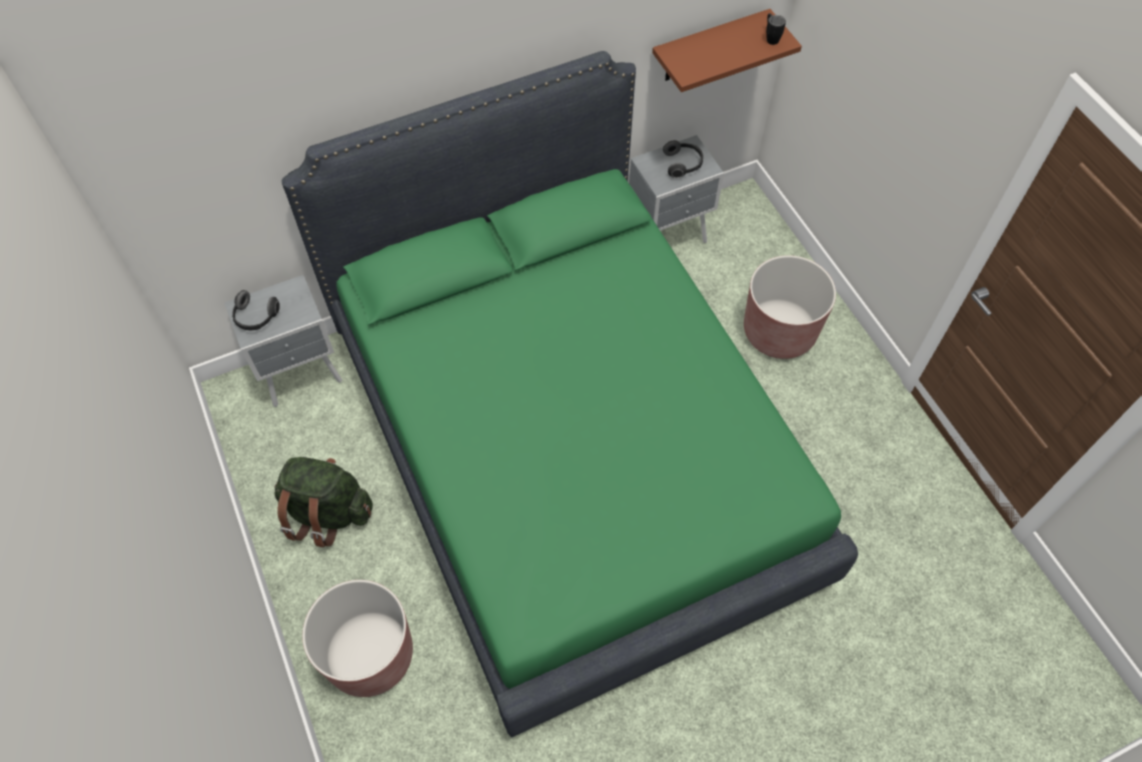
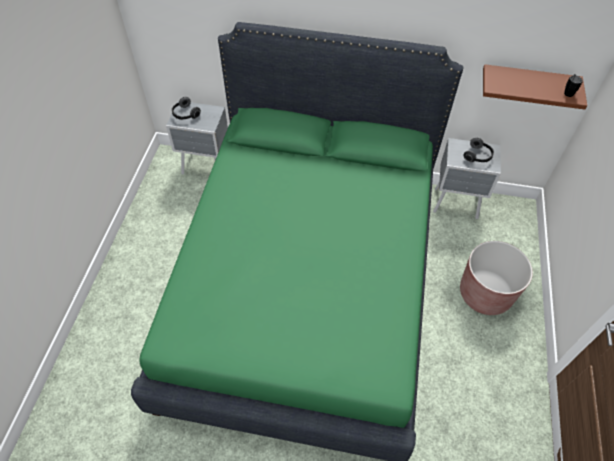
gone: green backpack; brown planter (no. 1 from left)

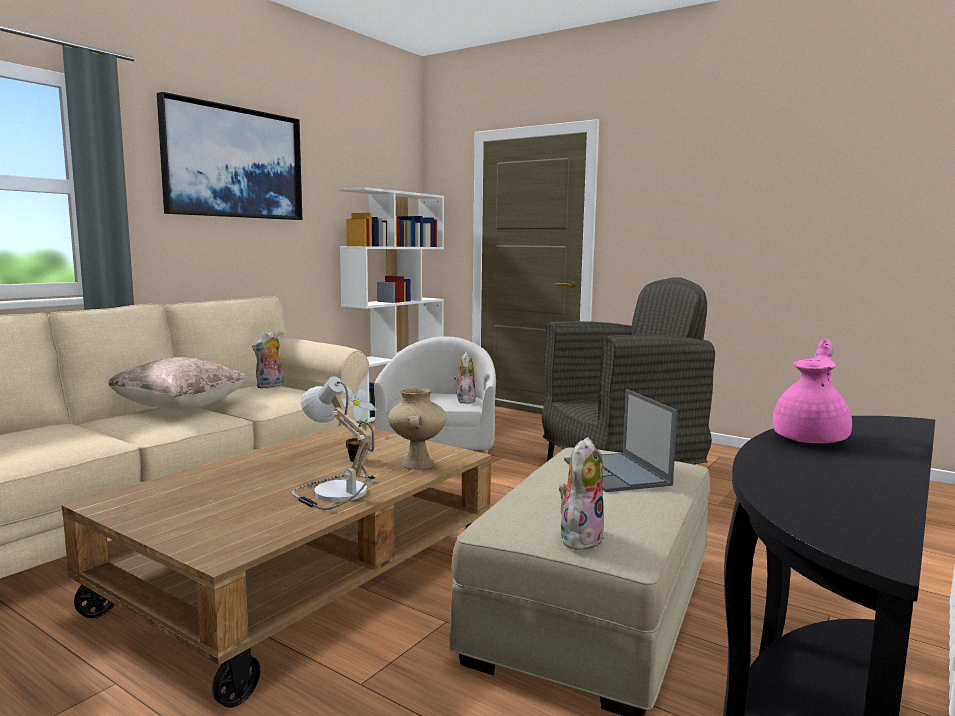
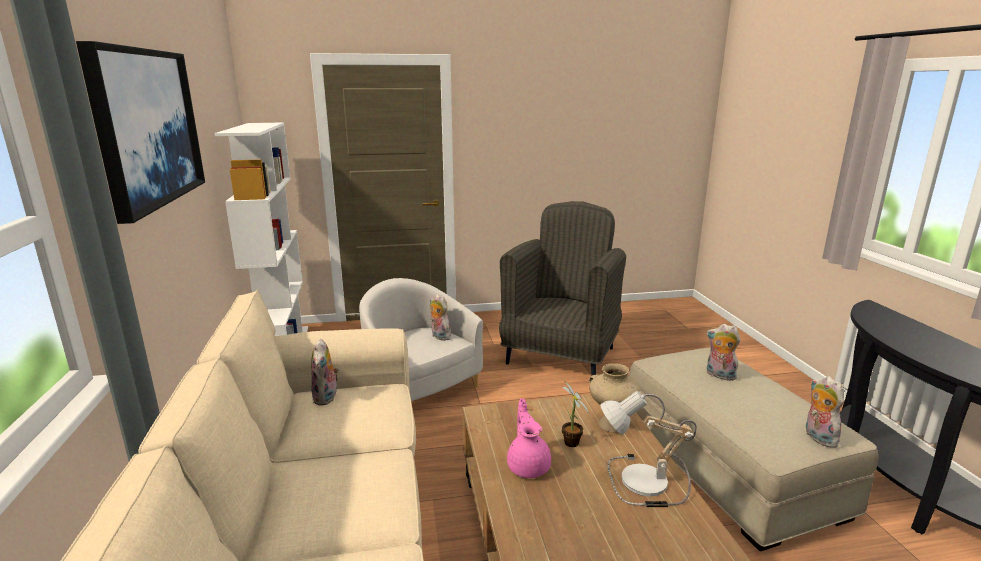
gone: beige pillow
shifted: pink teapot
swapped: laptop to plush toy (no. 3 from left)

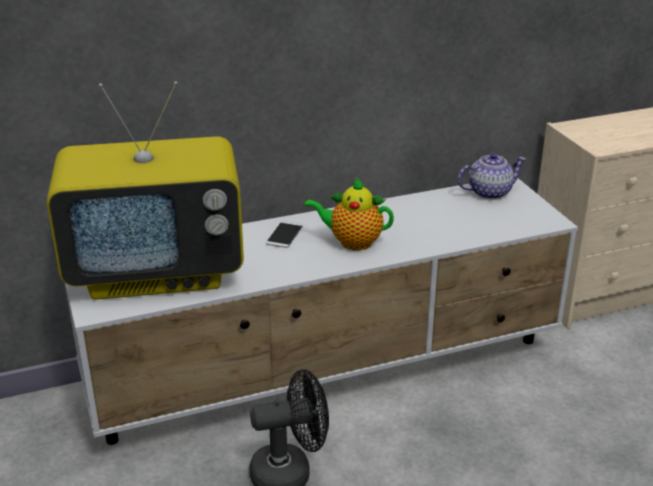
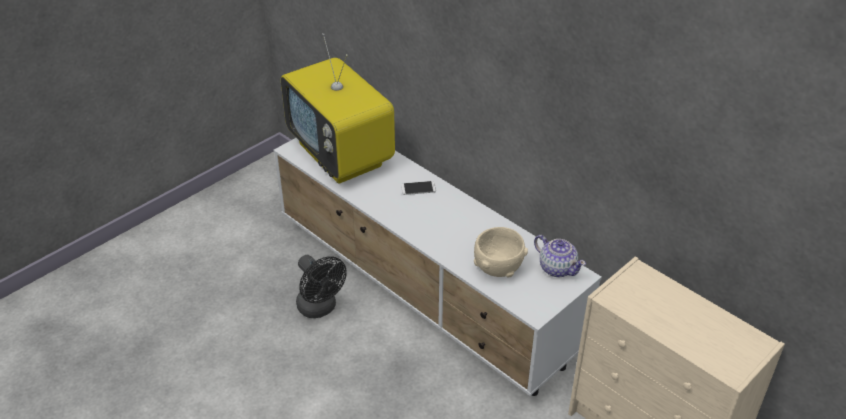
gone: teapot (no. 1 from left)
new: beige bowl

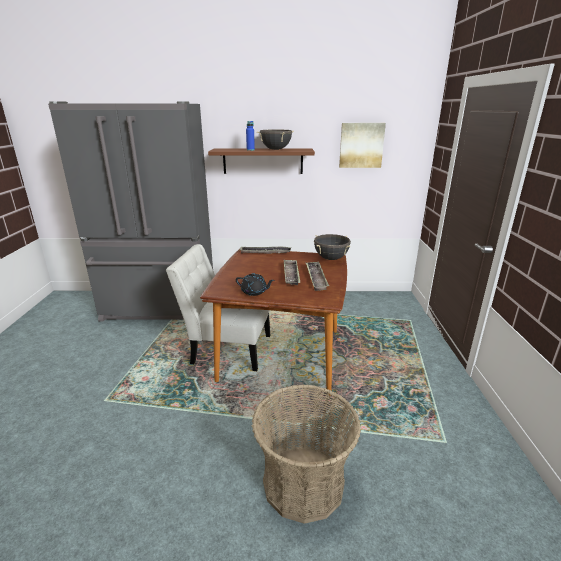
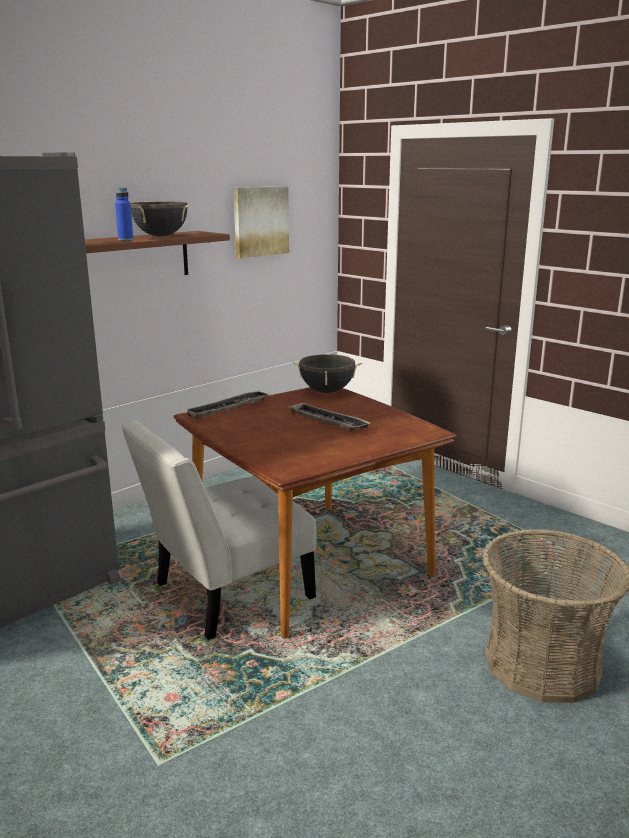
gone: tray (no. 3 from left); black teapot

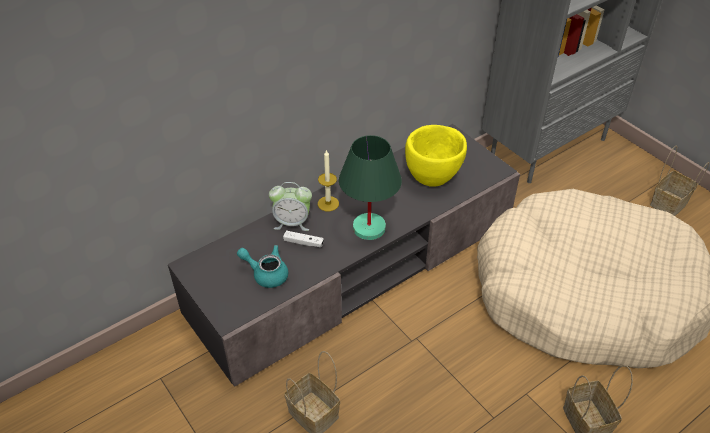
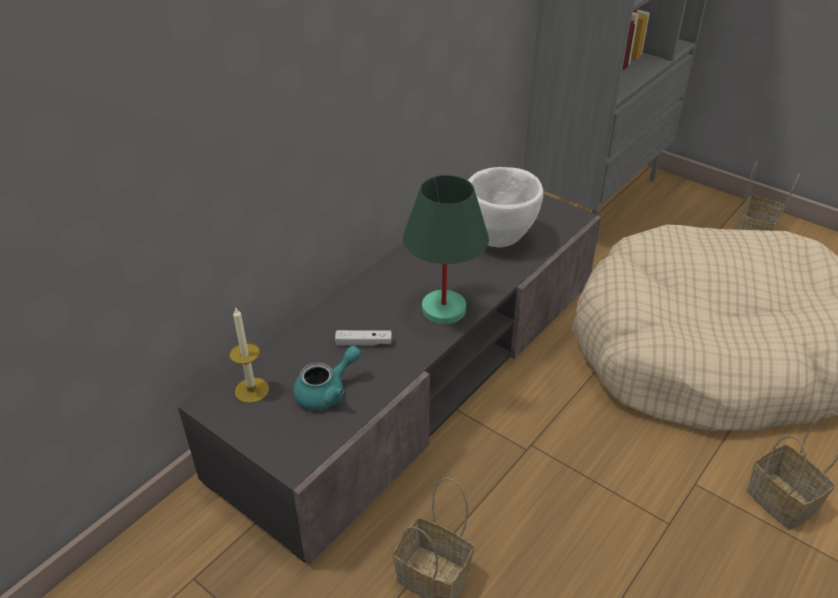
gone: alarm clock
shifted: candle
repainted: yellow bowl to white bowl
rotated: turquoise teapot 135 degrees clockwise

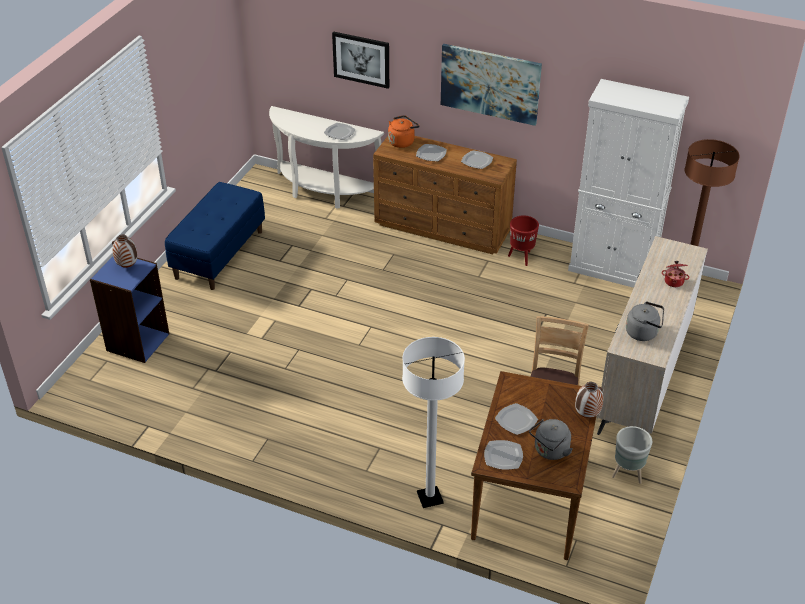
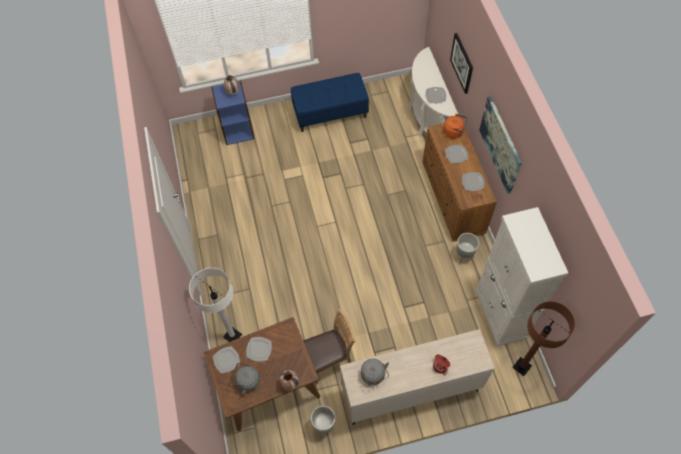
repainted: red planter to grey planter (no. 2 from left)

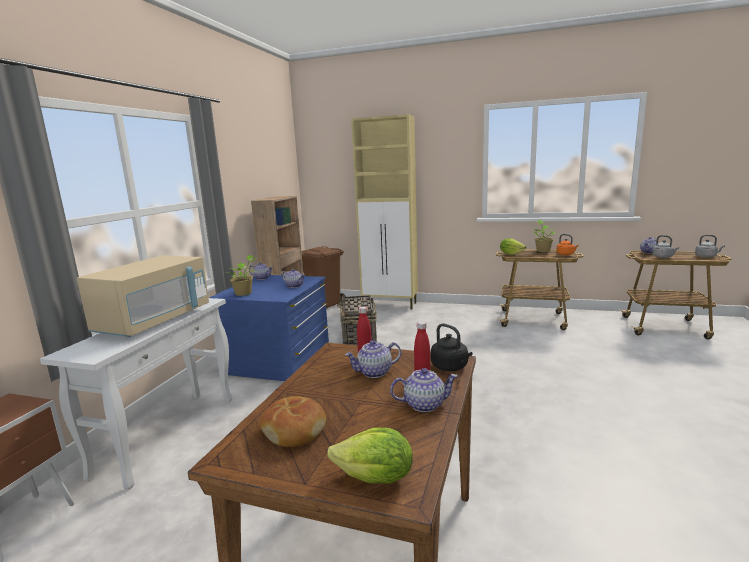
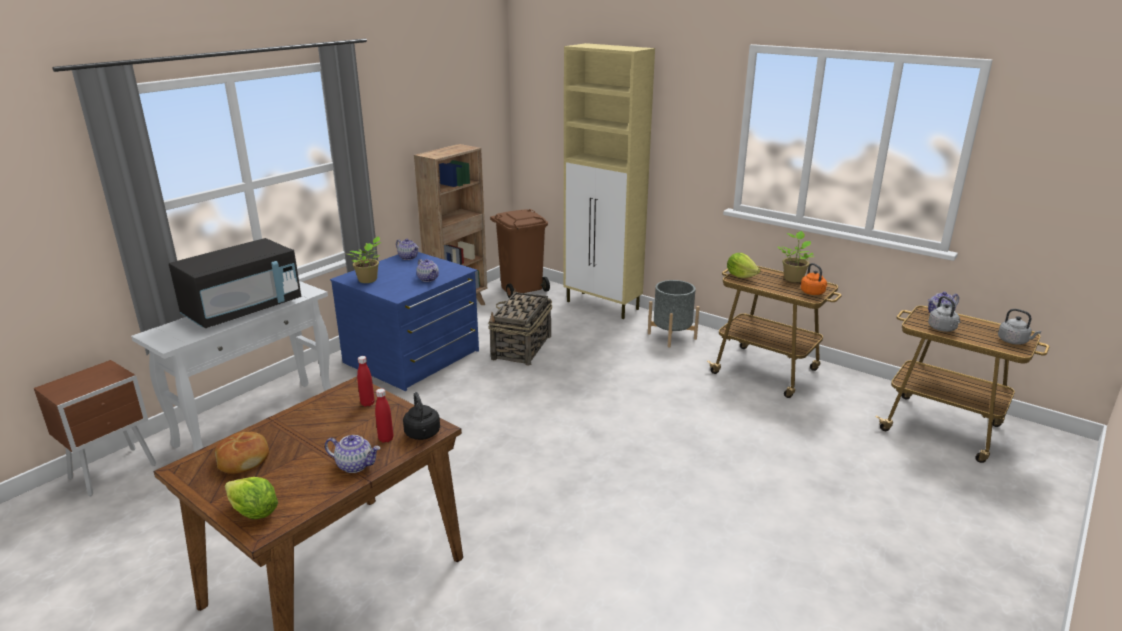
gone: teapot (no. 3 from left)
new: grey planter
repainted: beige microwave to black microwave

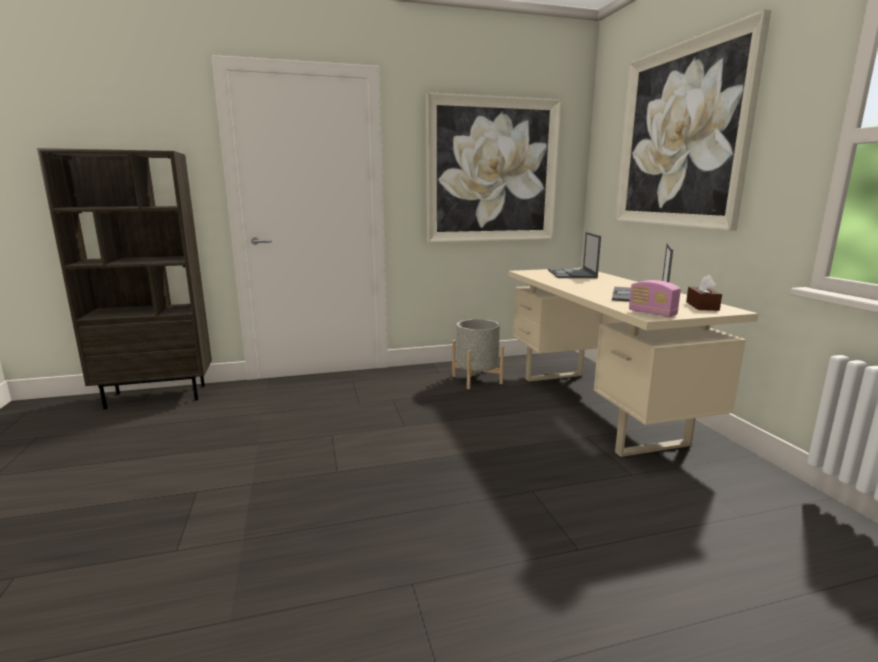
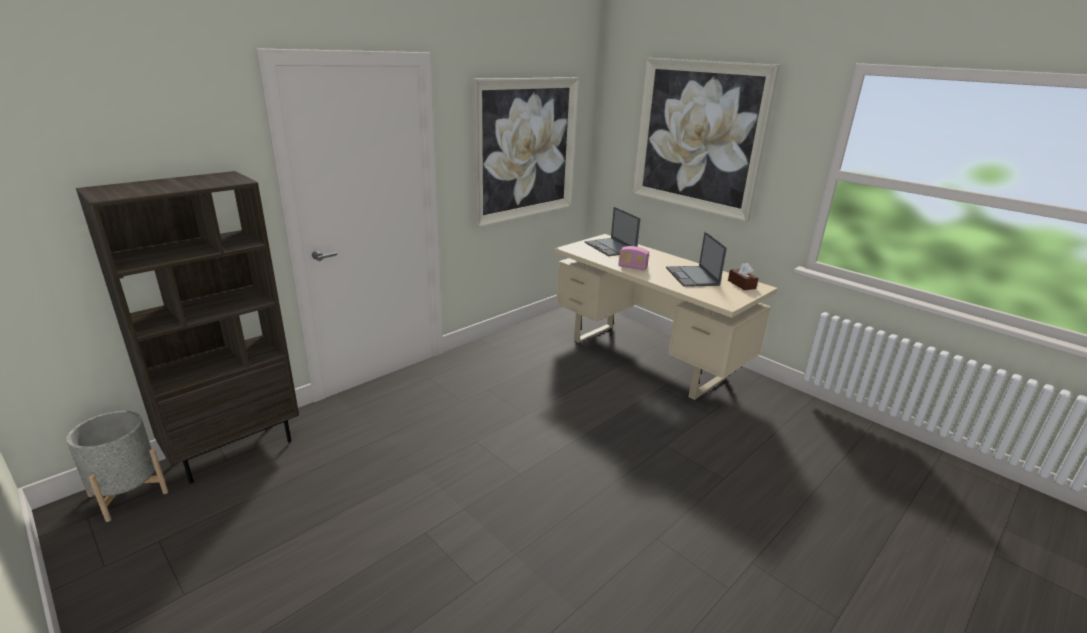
shifted: radio; grey planter

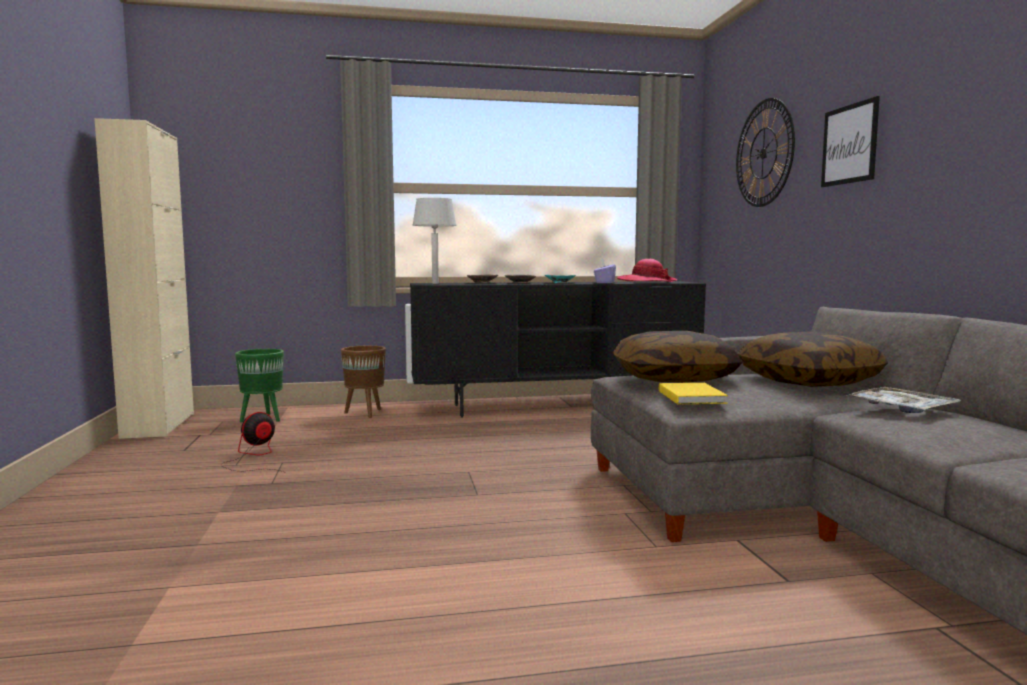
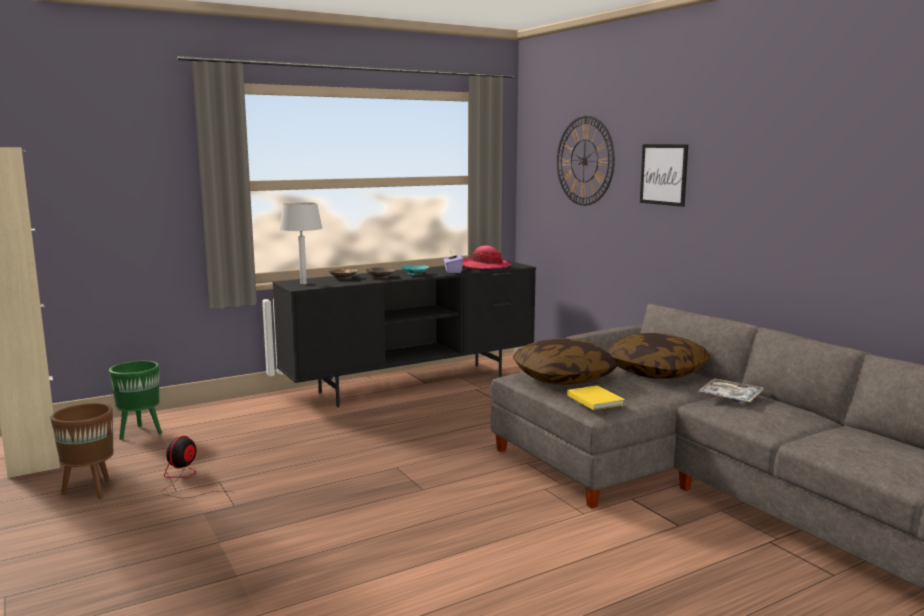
shifted: brown planter

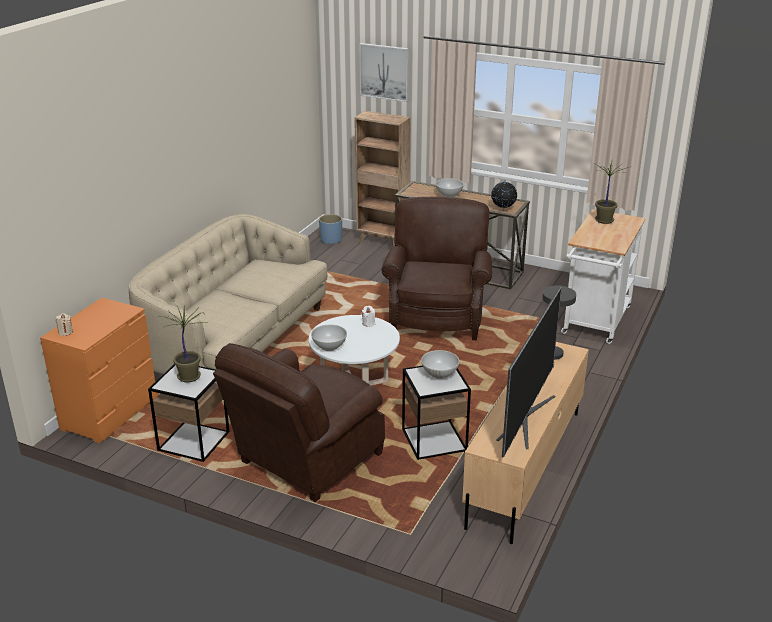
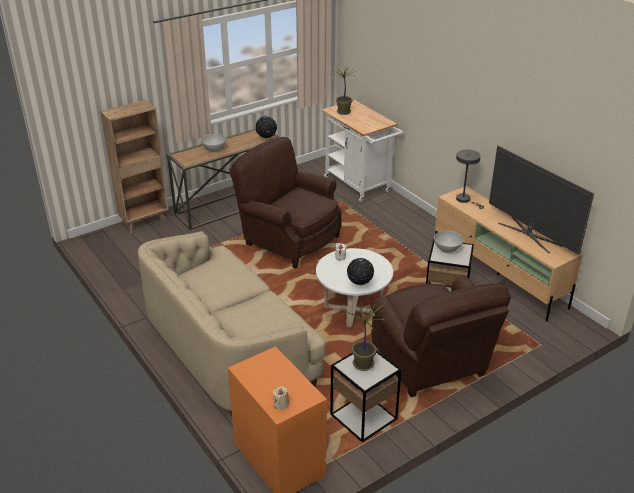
gone: picture; blue planter
swapped: white bowl (no. 1 from left) to globe (no. 2 from left)

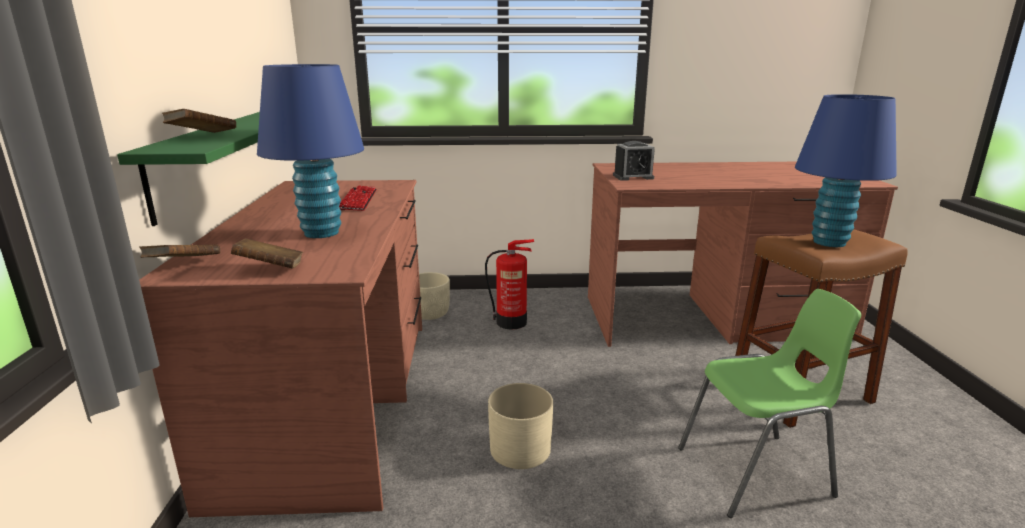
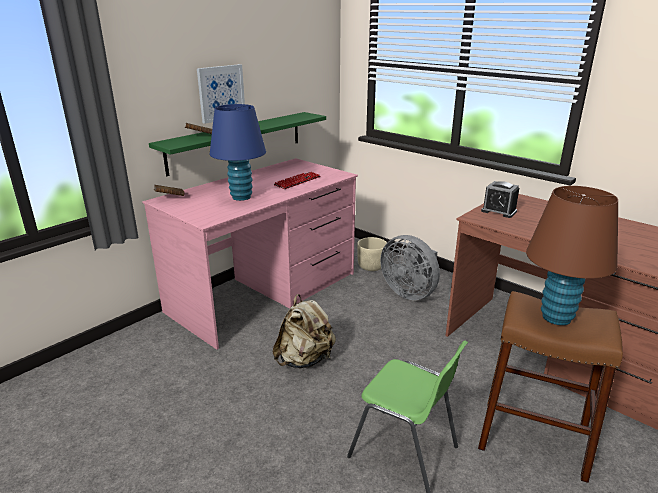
gone: brown book (no. 3 from left)
new: picture
swapped: fire extinguisher to grey fan; beige planter (no. 2 from left) to beige backpack
repainted: blue table lamp (no. 2 from left) to brown table lamp; brown desk (no. 1 from left) to pink desk

